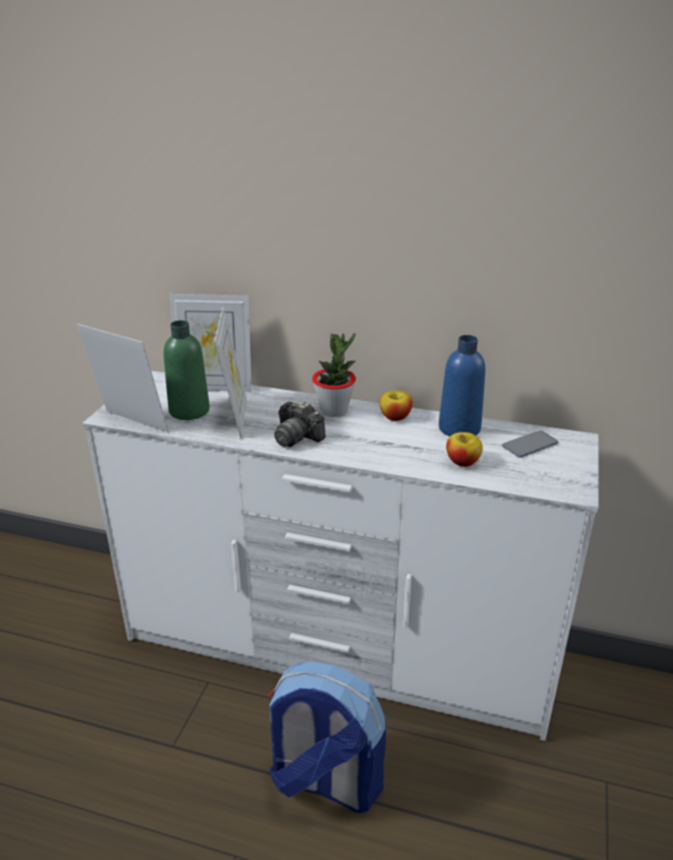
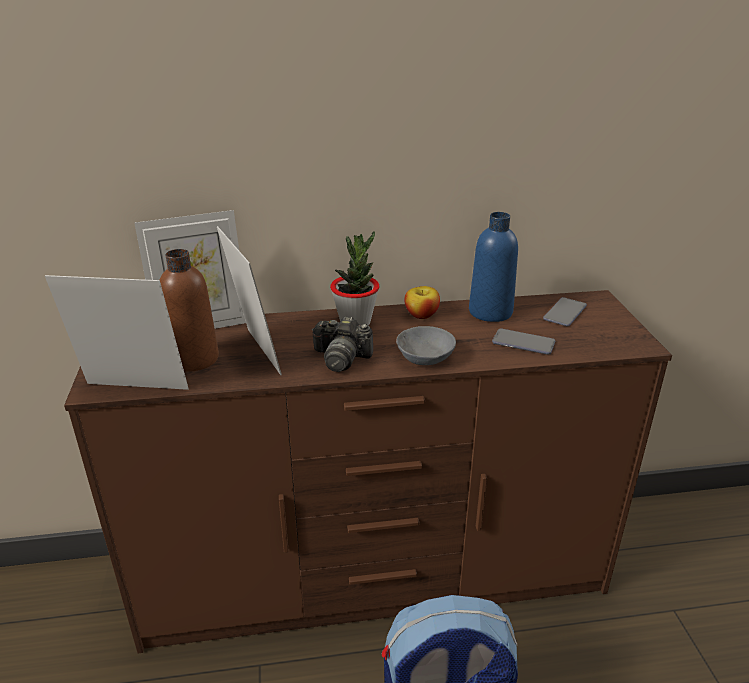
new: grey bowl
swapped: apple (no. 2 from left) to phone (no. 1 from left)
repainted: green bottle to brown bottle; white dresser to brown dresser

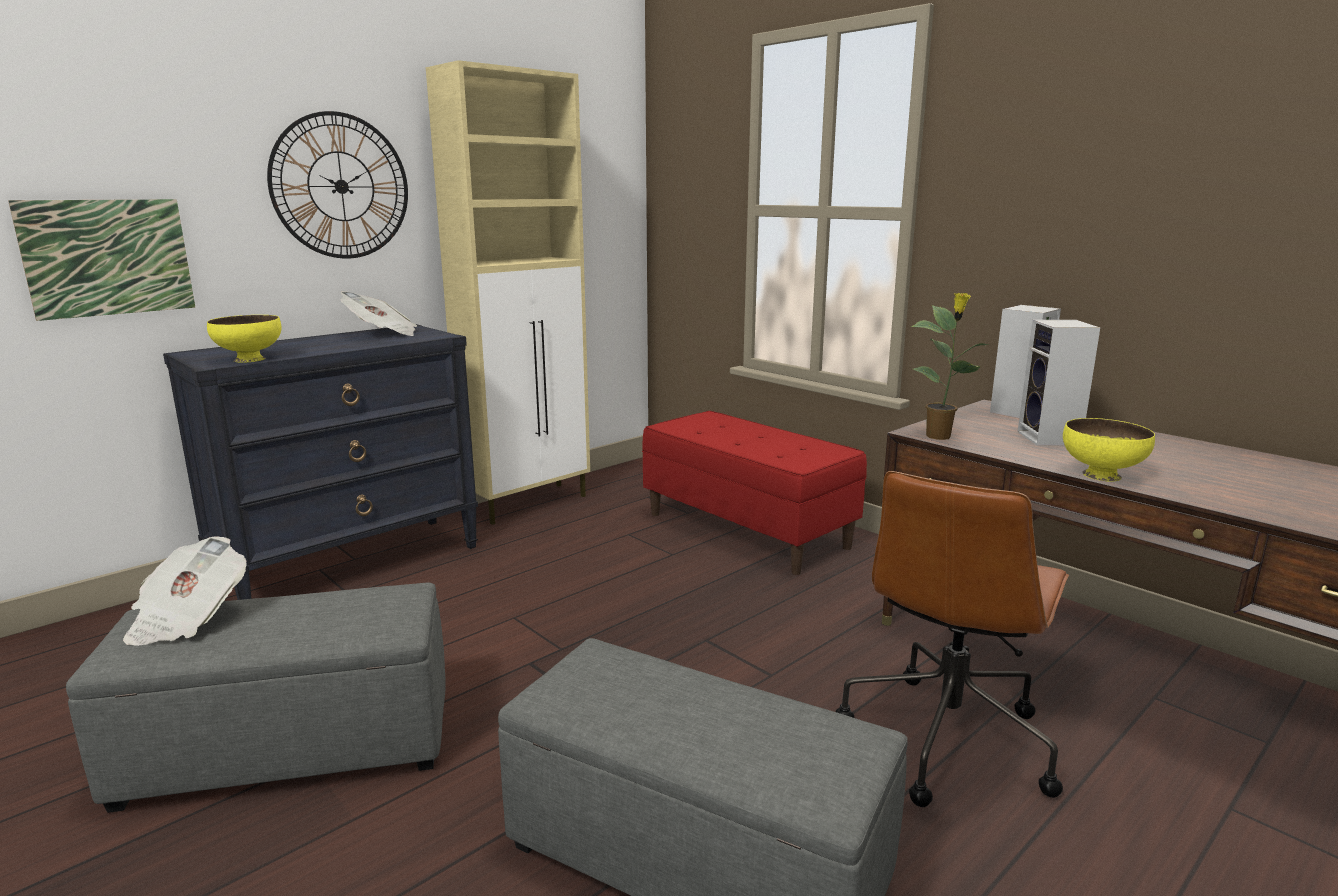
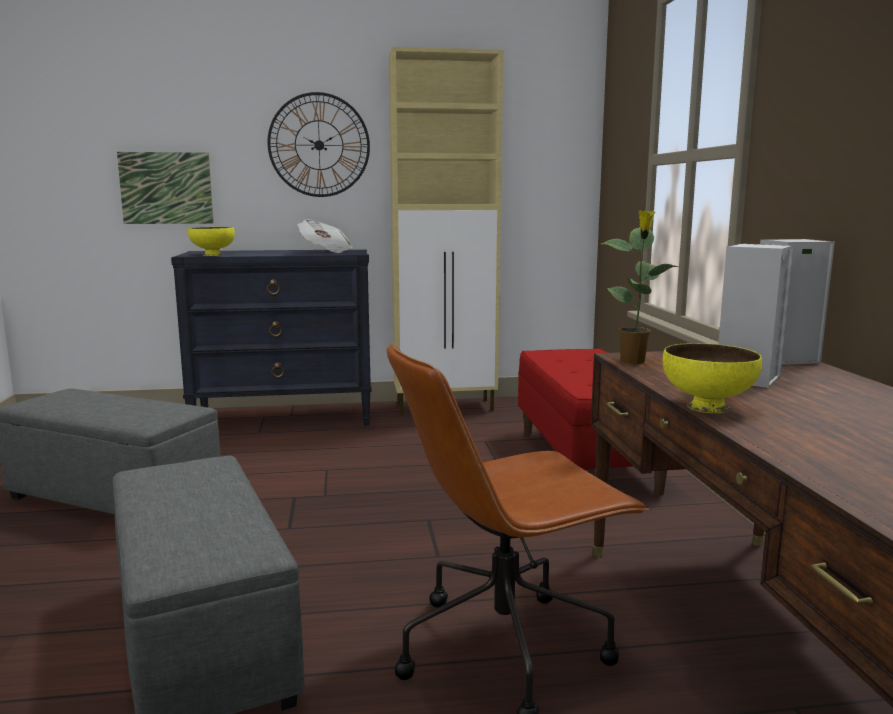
gone: newspaper (no. 1 from left)

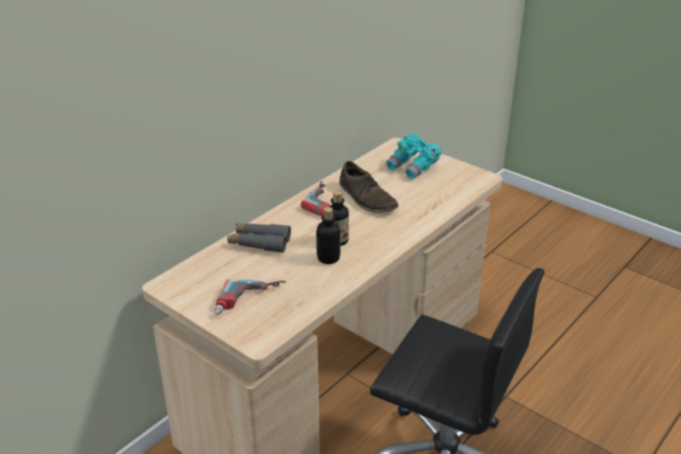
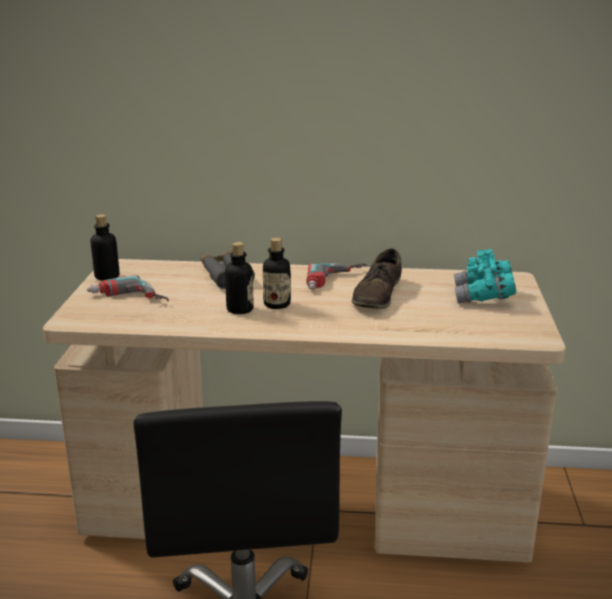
new: bottle (no. 1 from left)

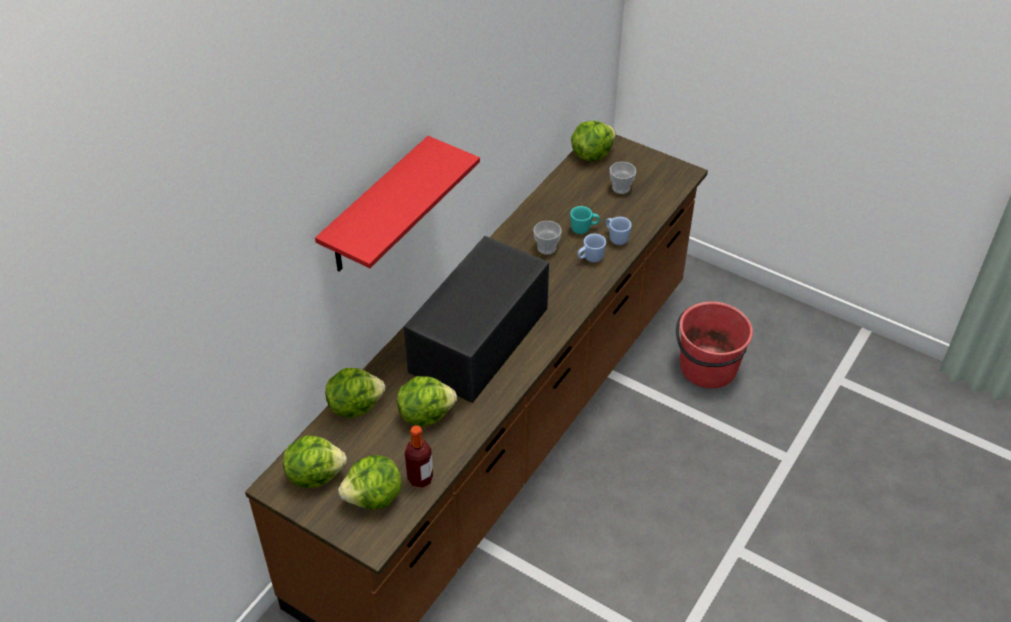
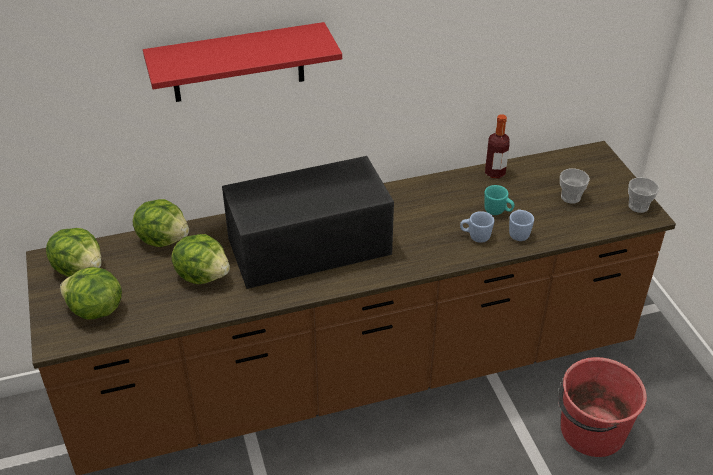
gone: lettuce (no. 5 from left)
shifted: cup (no. 1 from left in the first image) to cup (no. 2 from left); bottle

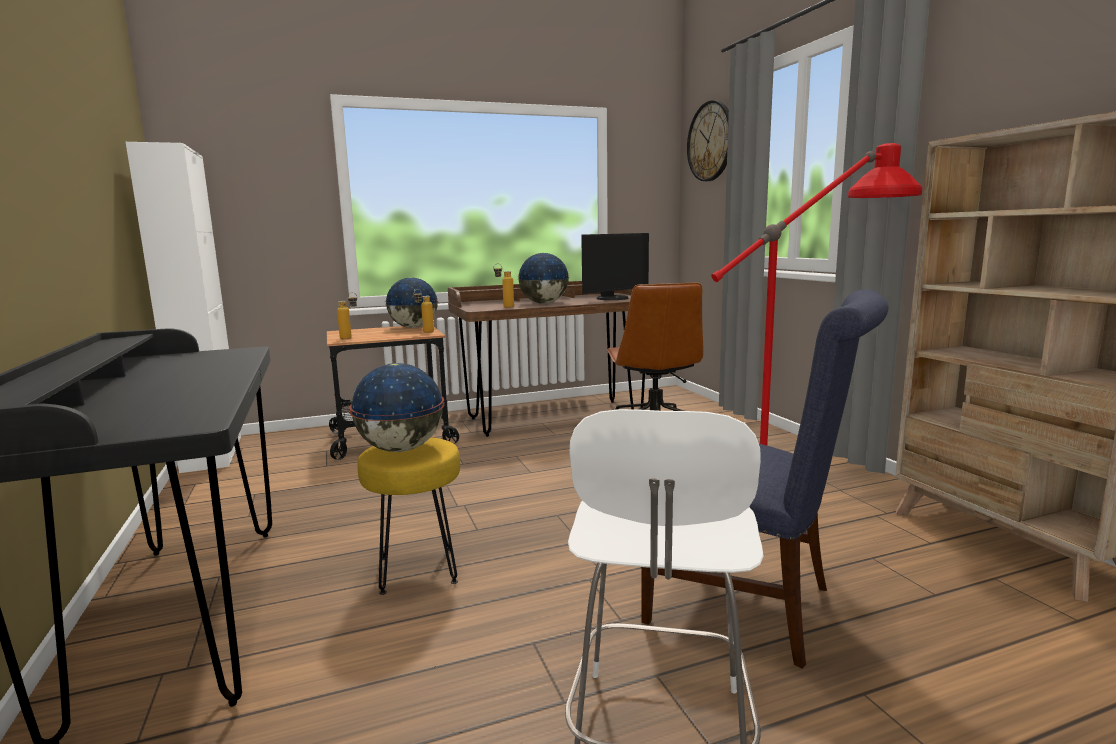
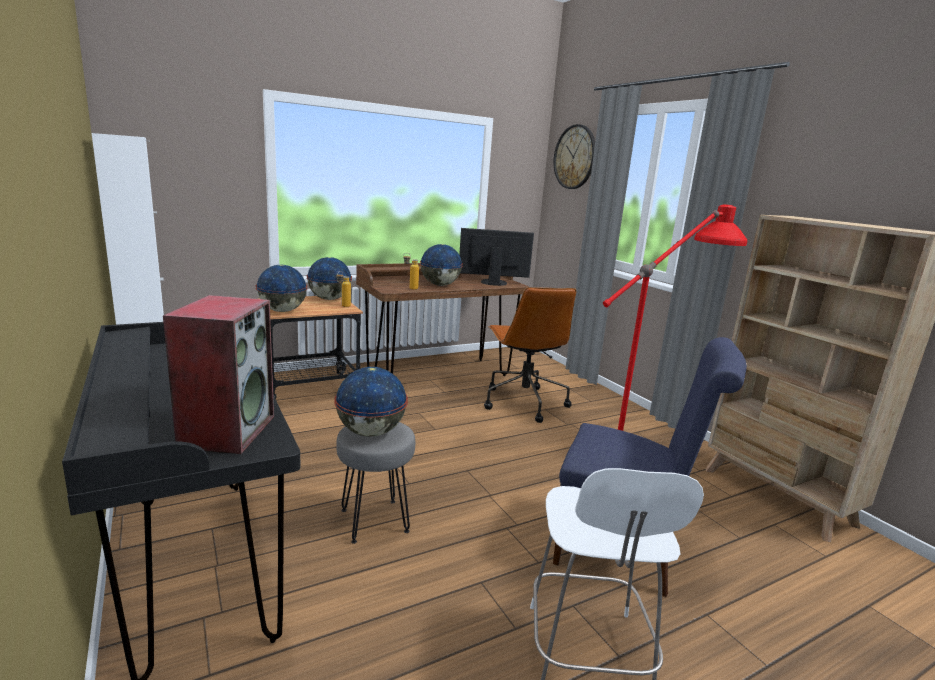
new: speaker
swapped: bottle (no. 1 from left) to globe (no. 1 from left)
repainted: yellow stool to grey stool
rotated: monitor 135 degrees counterclockwise

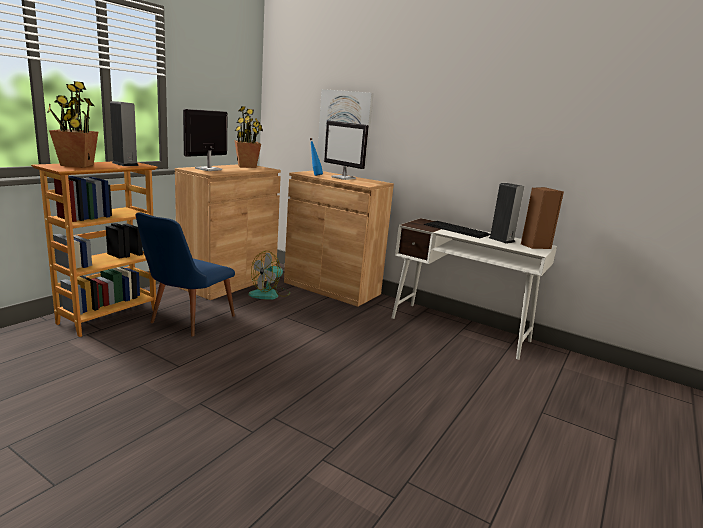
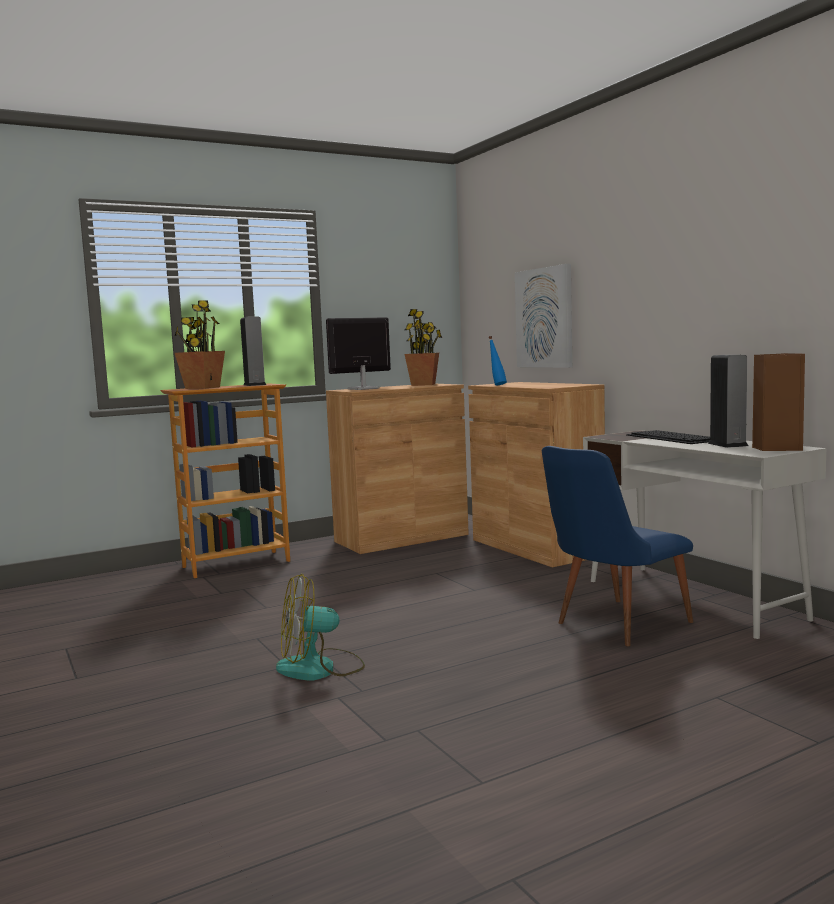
gone: monitor (no. 2 from left)
shifted: blue chair; fan

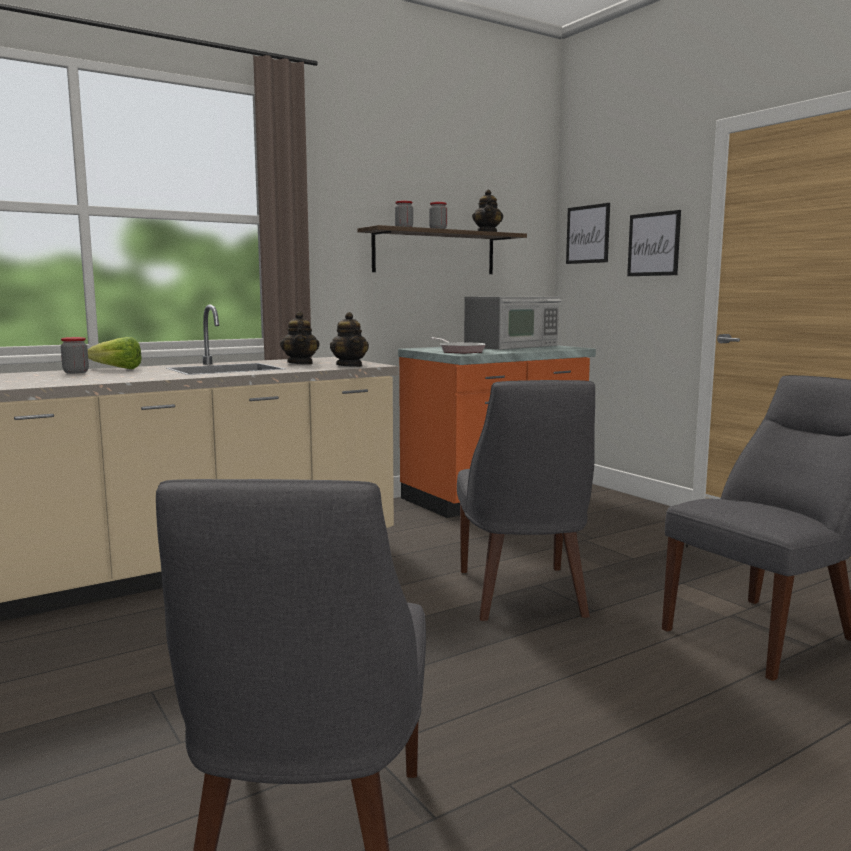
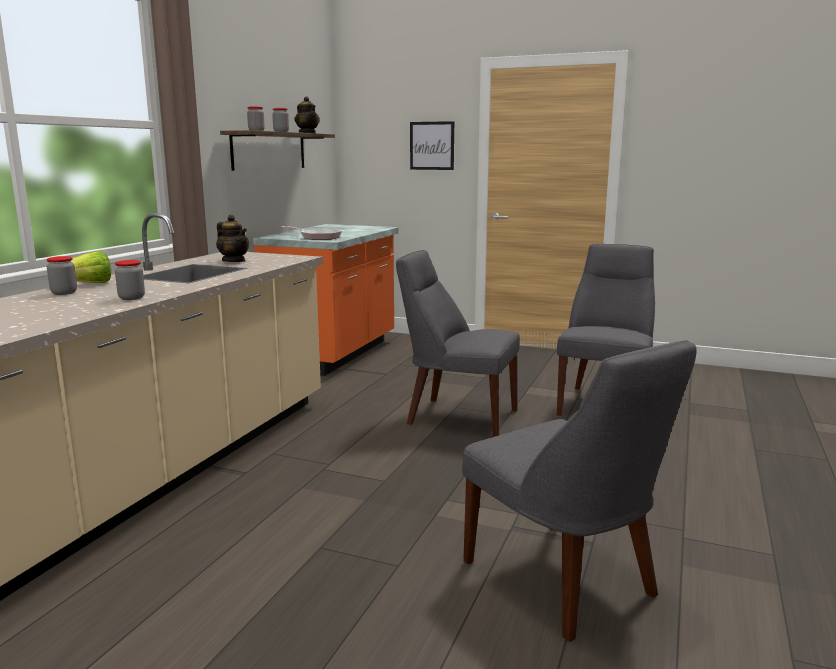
gone: picture (no. 1 from left); microwave; teapot (no. 2 from left)
new: jar (no. 2 from left)
rotated: grey chair (no. 2 from left in the first image) 150 degrees clockwise

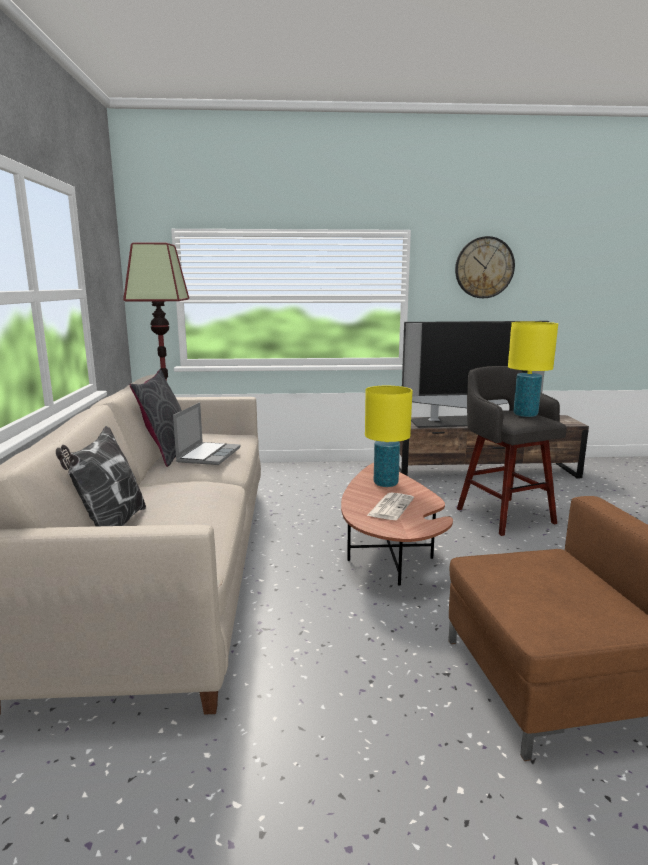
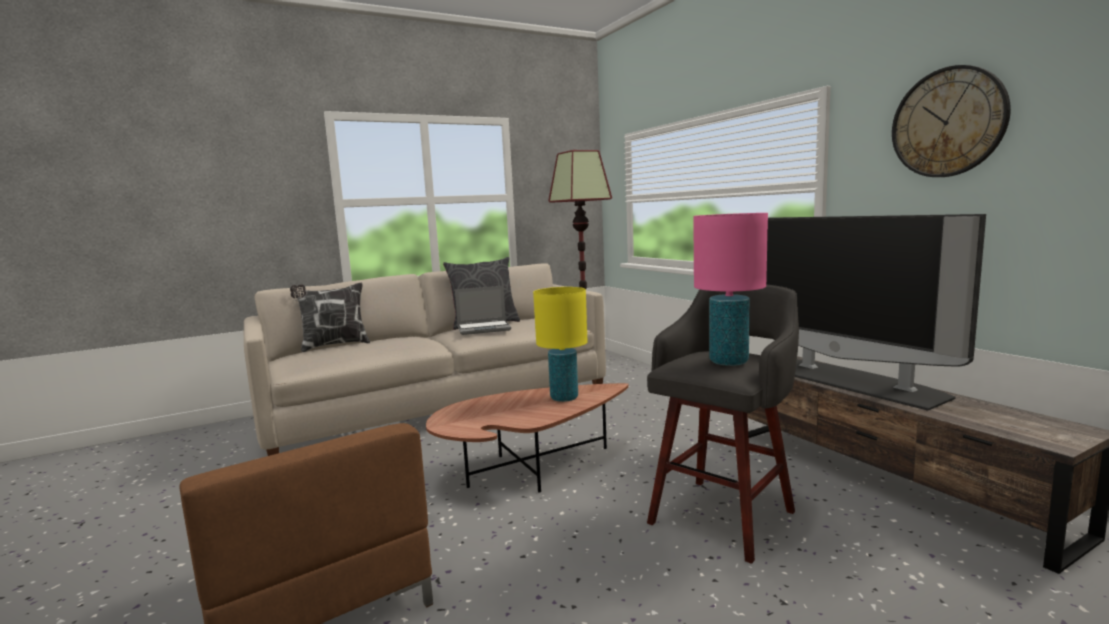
gone: newspaper
repainted: yellow table lamp (no. 2 from left) to pink table lamp

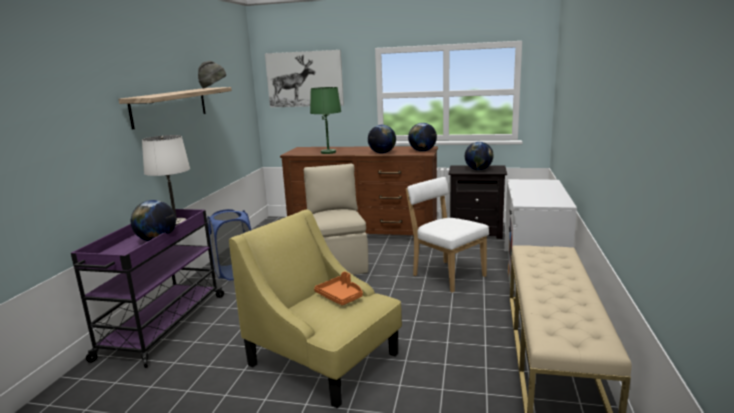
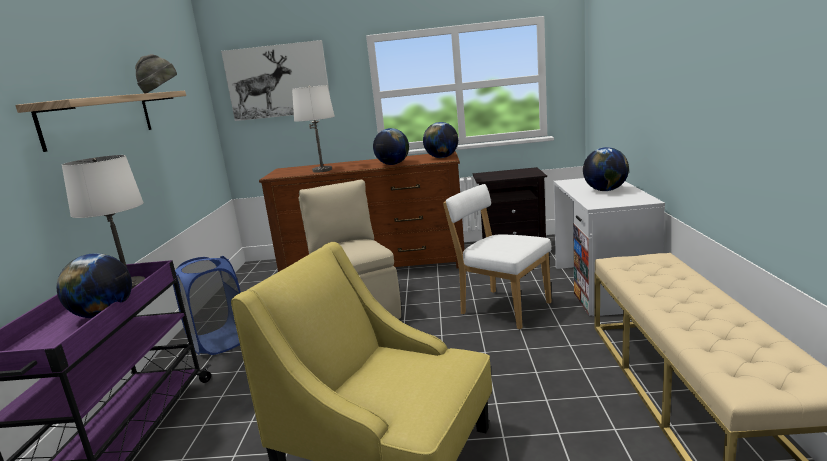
gone: orange tray
shifted: globe (no. 4 from left)
repainted: green table lamp to white table lamp (no. 2 from left)

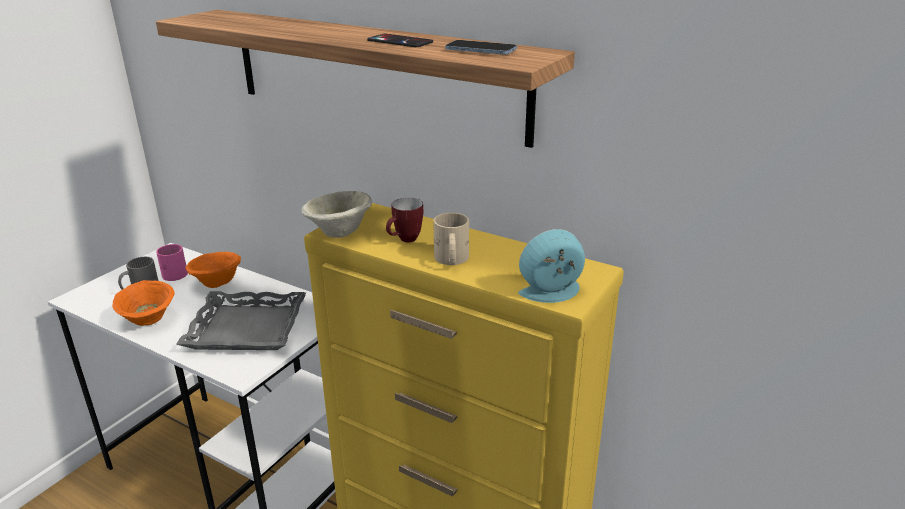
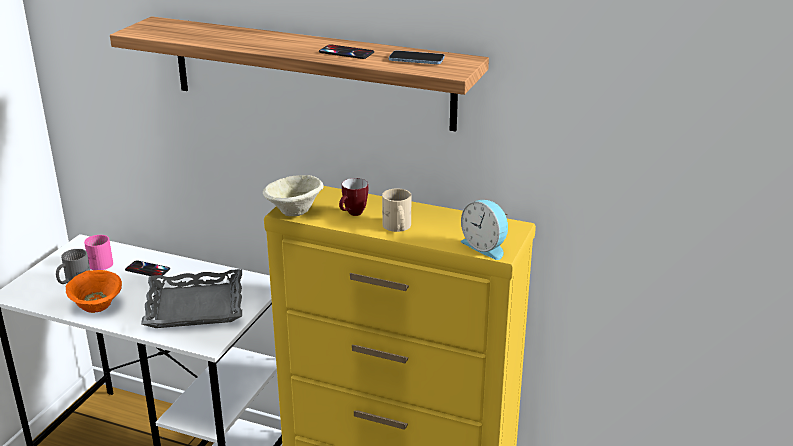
swapped: orange bowl (no. 2 from left) to phone (no. 1 from left)
rotated: alarm clock 105 degrees counterclockwise

